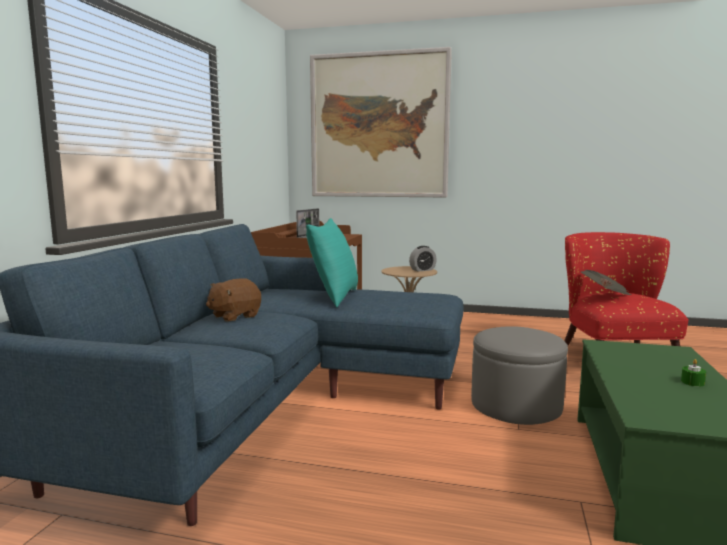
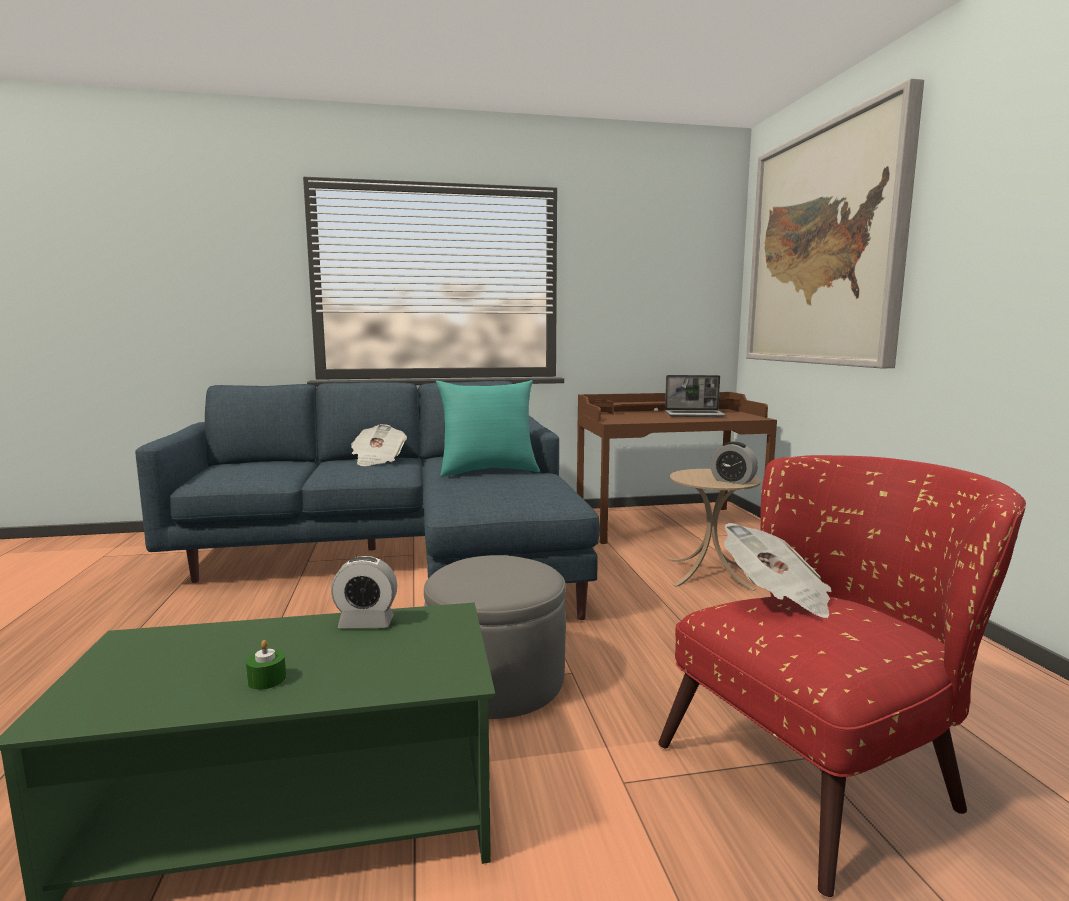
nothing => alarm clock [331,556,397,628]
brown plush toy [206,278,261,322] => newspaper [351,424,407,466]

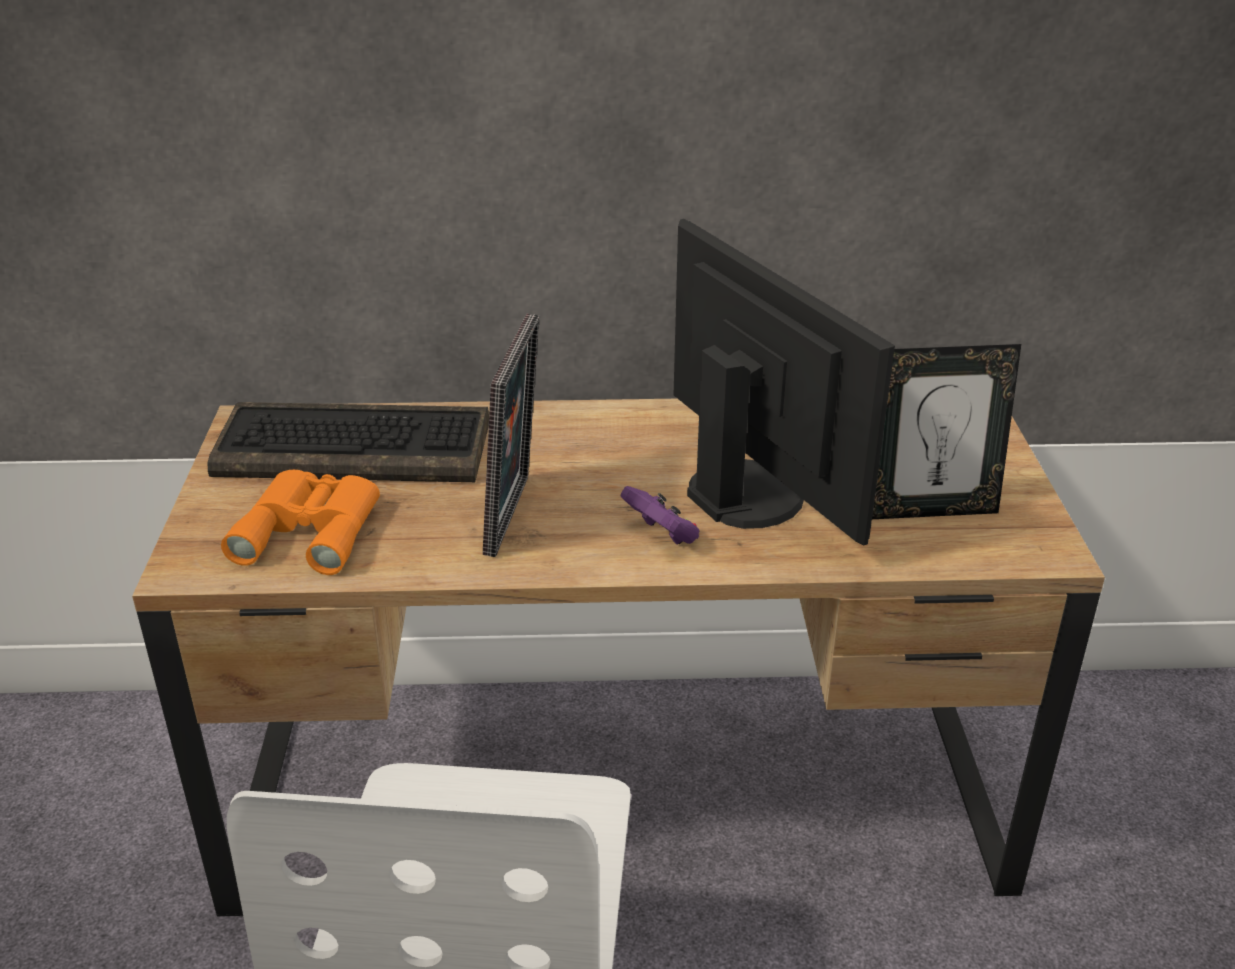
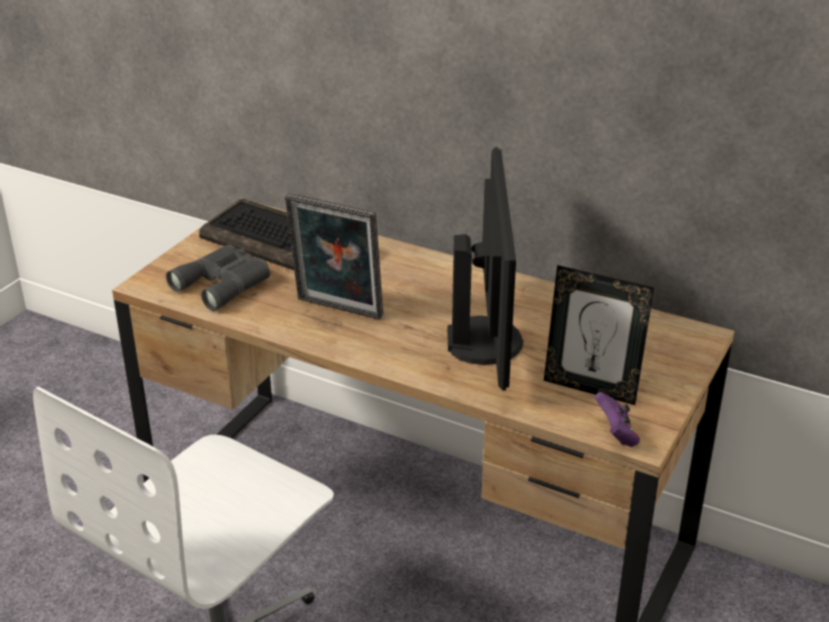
purple game controller [621,486,699,545] => purple game controller [594,392,640,447], moved
orange binoculars [221,470,380,575] => grey binoculars [166,245,270,311]
picture frame [483,314,539,557] => picture frame [285,193,383,320], 75 degrees clockwise

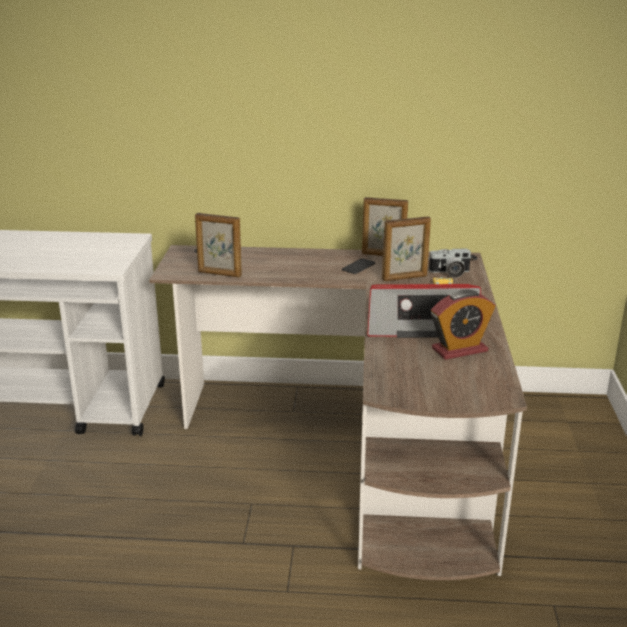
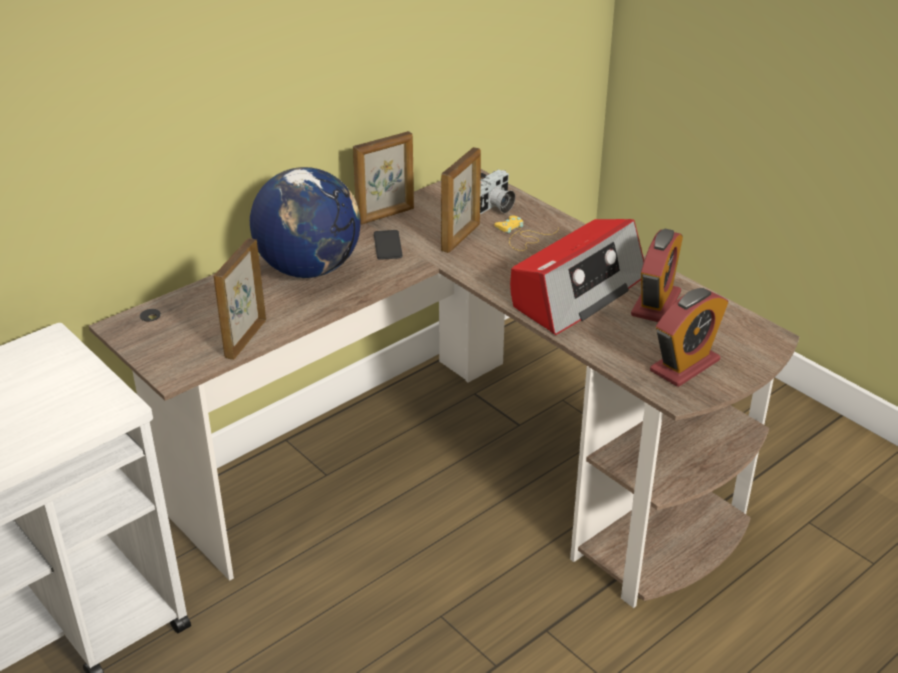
nothing => globe [250,167,361,278]
nothing => alarm clock [650,288,728,387]
picture frame [195,213,242,278] => picture frame [214,238,266,360], 135 degrees clockwise

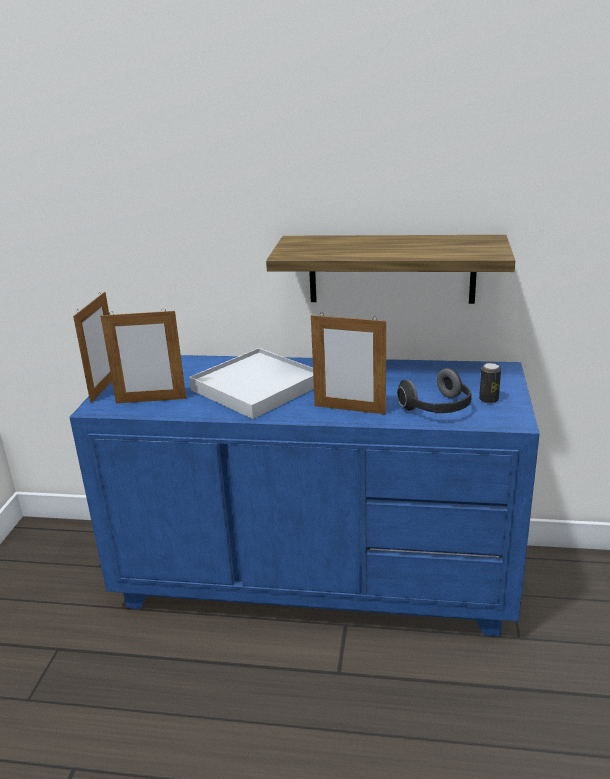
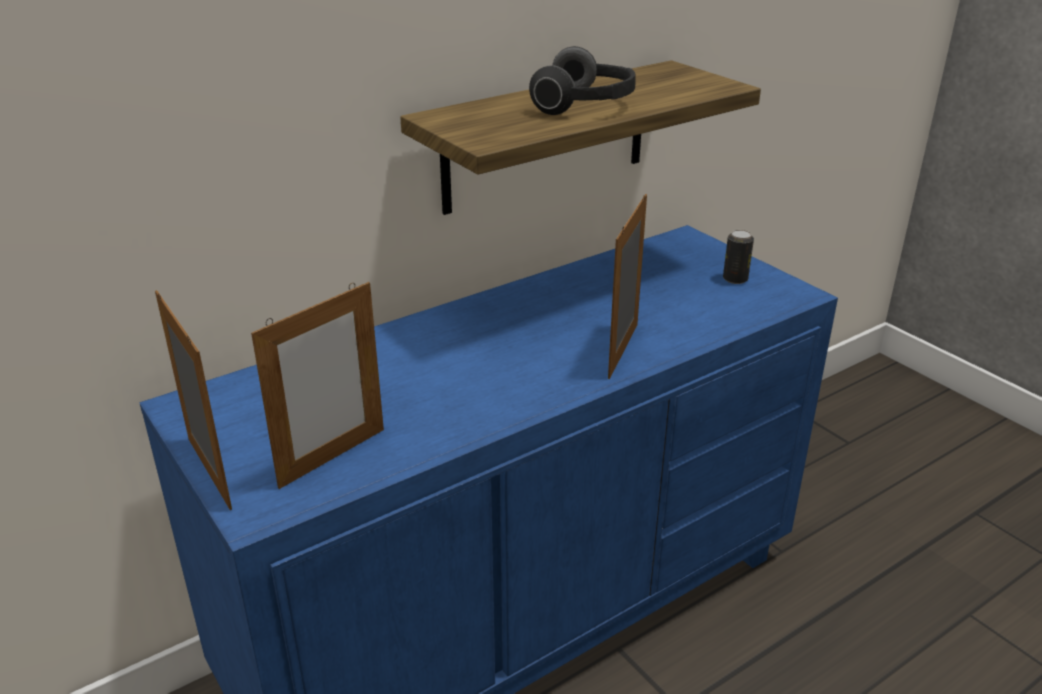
white tray [189,348,314,419] => nothing
headphones [397,368,471,413] => headphones [529,46,635,115], moved
picture frame [311,312,386,415] => picture frame [608,194,647,379], 135 degrees clockwise

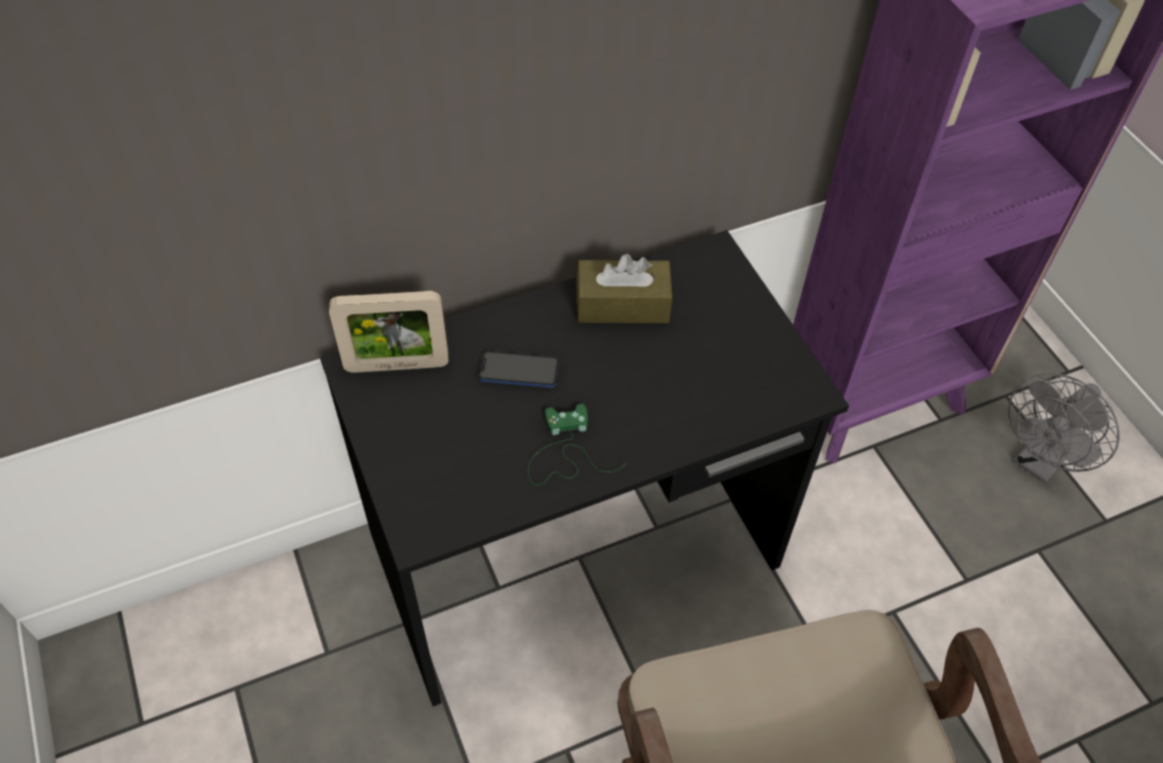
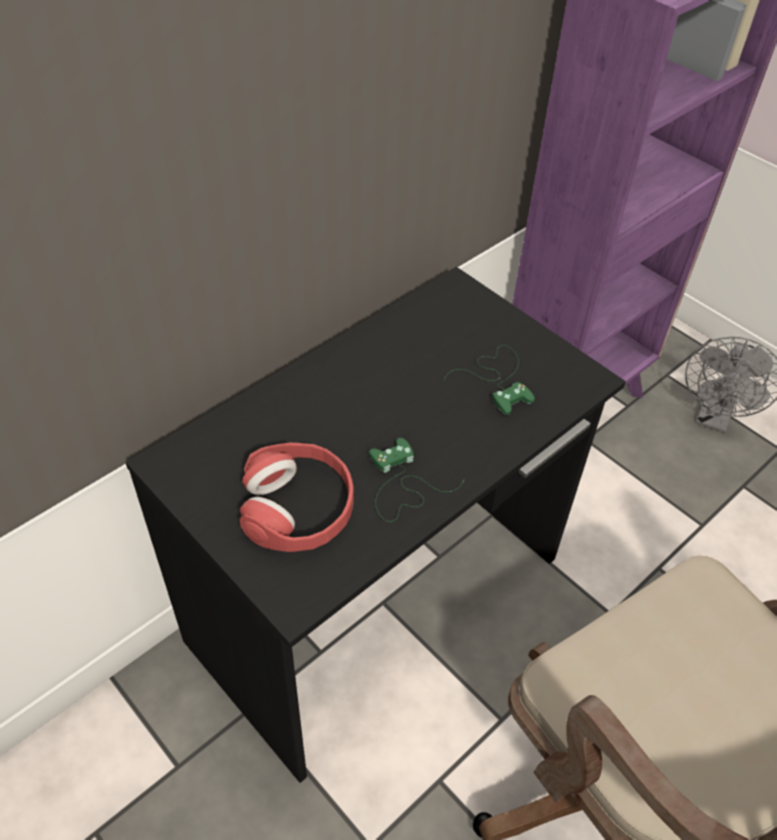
picture frame [329,291,448,373] => nothing
phone [478,351,559,388] => nothing
brown tissue box [576,254,672,323] => nothing
nothing => red headphones [240,443,354,552]
nothing => green game controller [444,345,535,415]

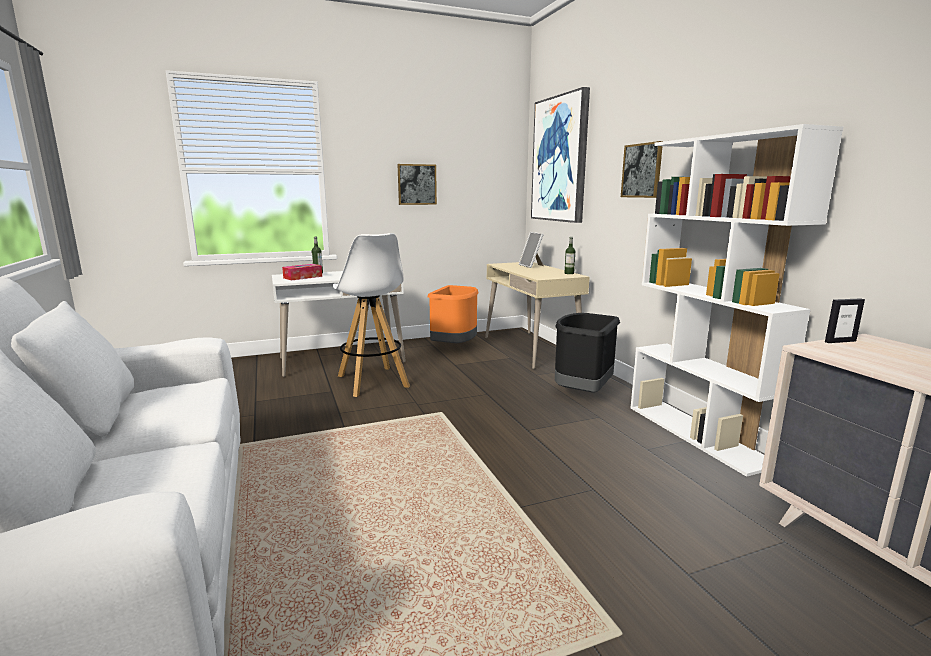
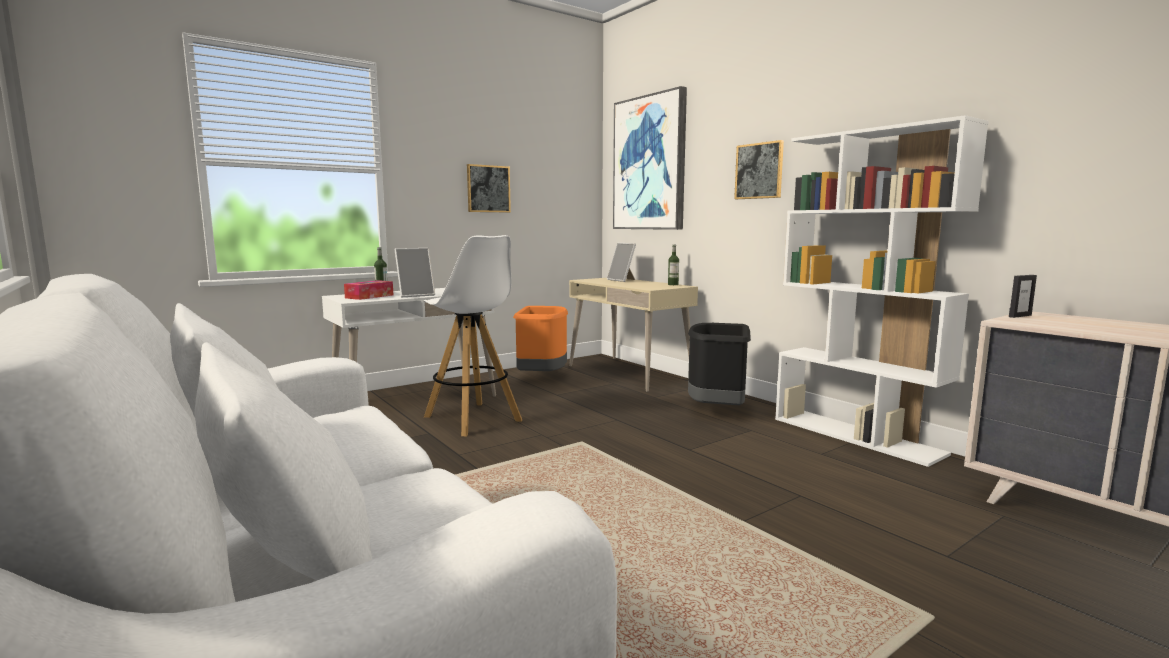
nothing => picture frame [394,248,435,297]

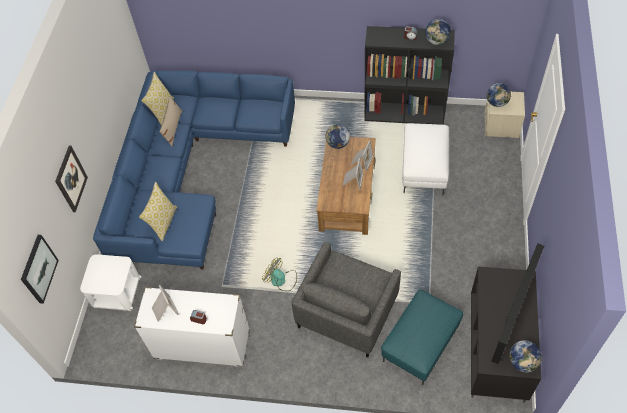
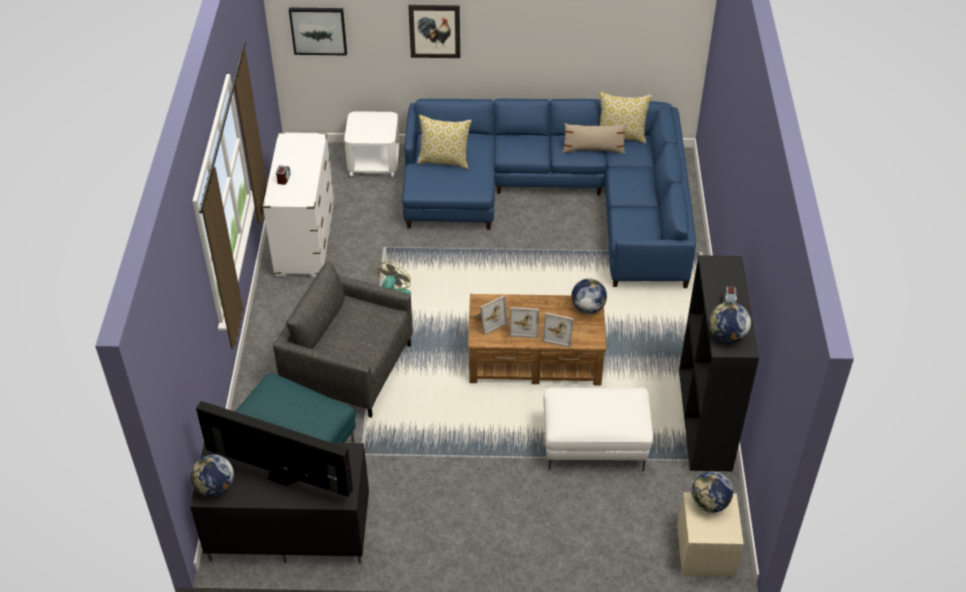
picture frame [152,285,179,322] => picture frame [473,295,508,335], moved

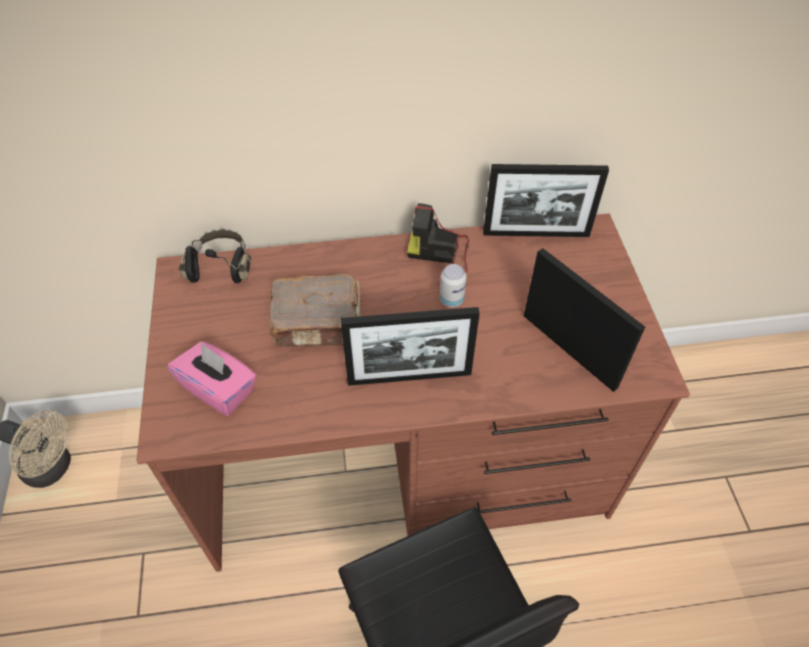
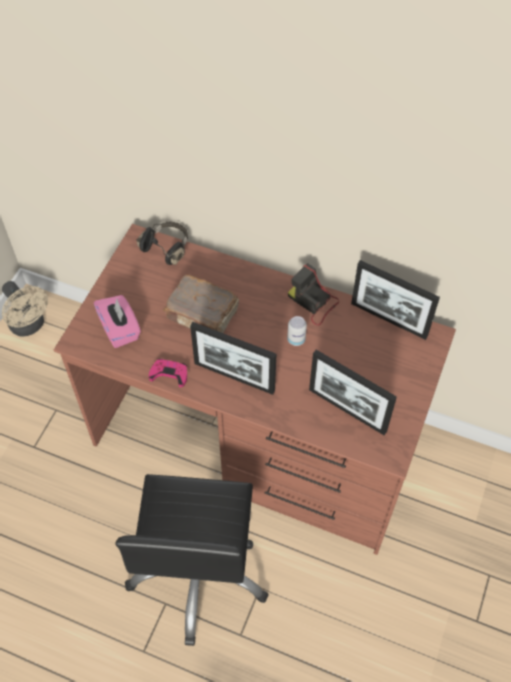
nothing => pink game controller [149,359,187,387]
picture frame [524,248,645,392] => picture frame [309,350,397,435], 135 degrees clockwise

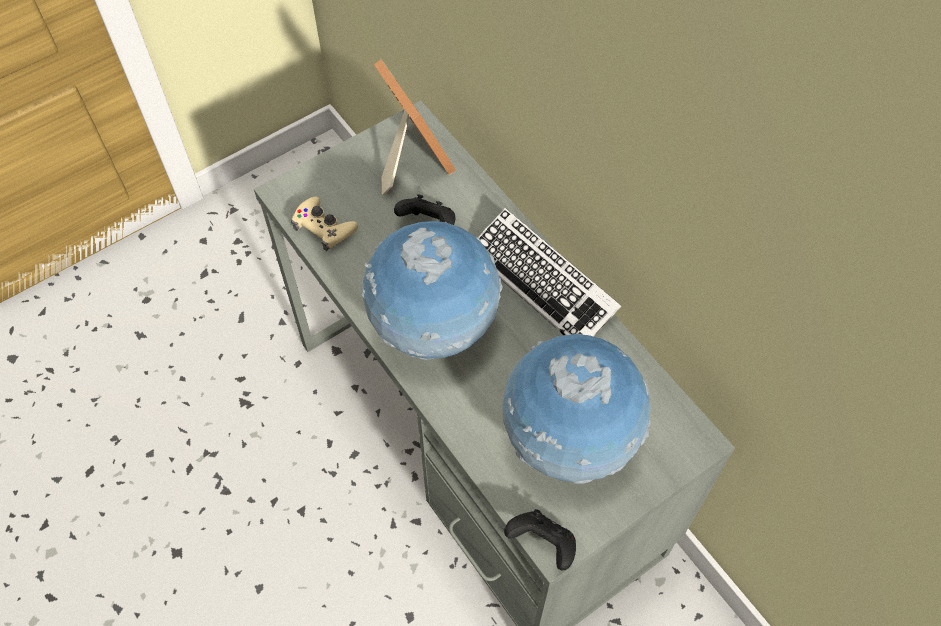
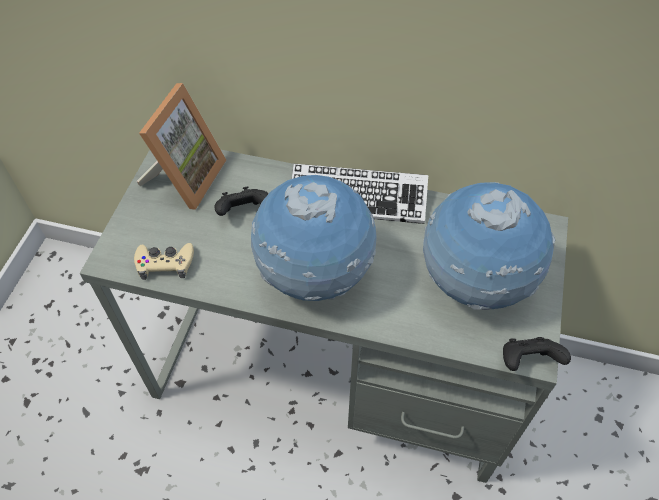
picture frame [374,59,456,195] => picture frame [137,83,227,210], 90 degrees clockwise

